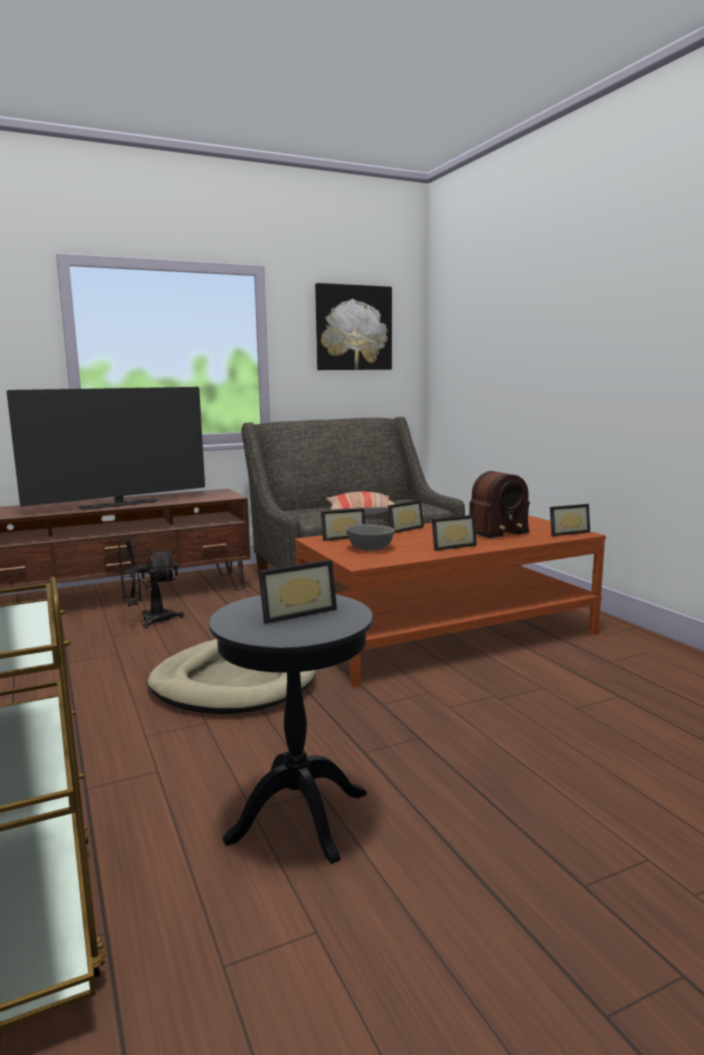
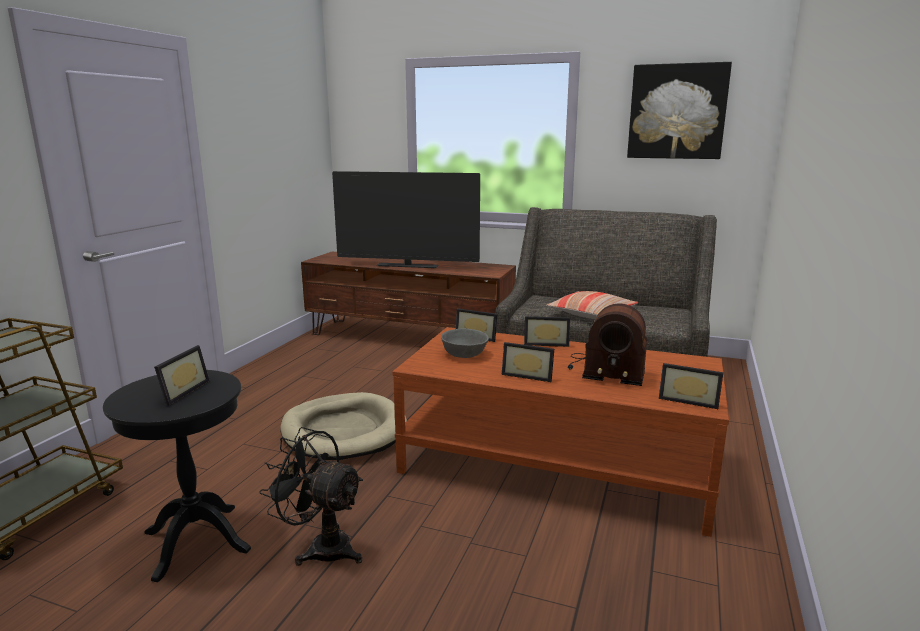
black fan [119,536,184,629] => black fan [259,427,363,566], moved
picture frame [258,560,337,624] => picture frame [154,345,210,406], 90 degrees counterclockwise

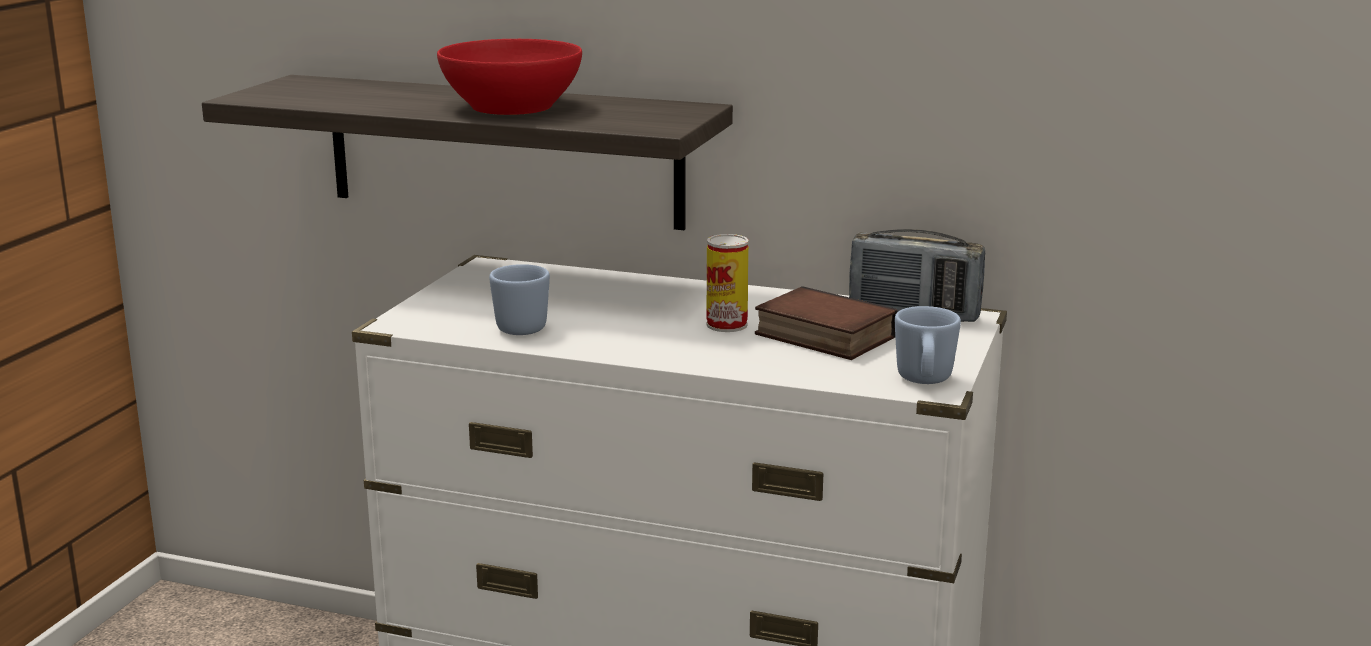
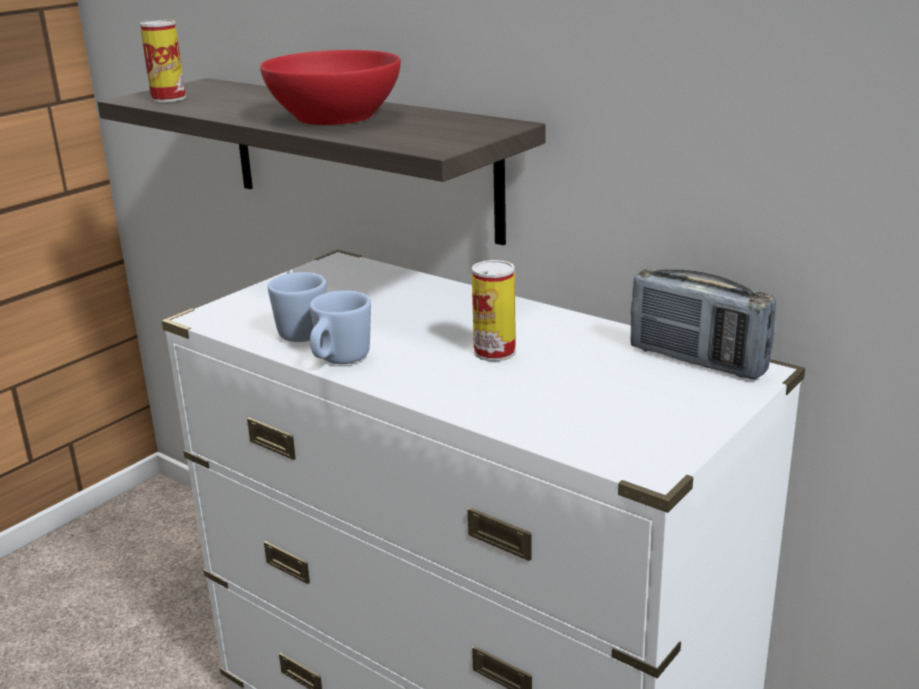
book [755,286,898,360] => nothing
nothing => can [140,20,186,102]
blue mug [895,306,961,384] => blue mug [310,291,371,364], moved

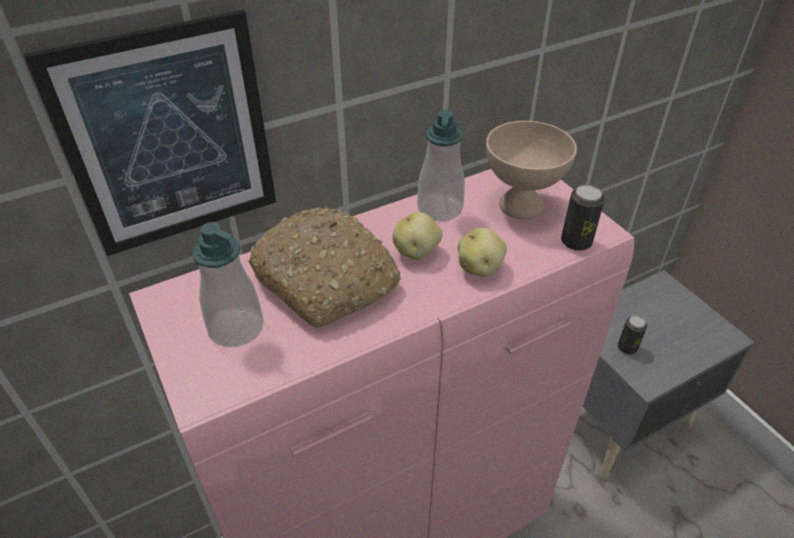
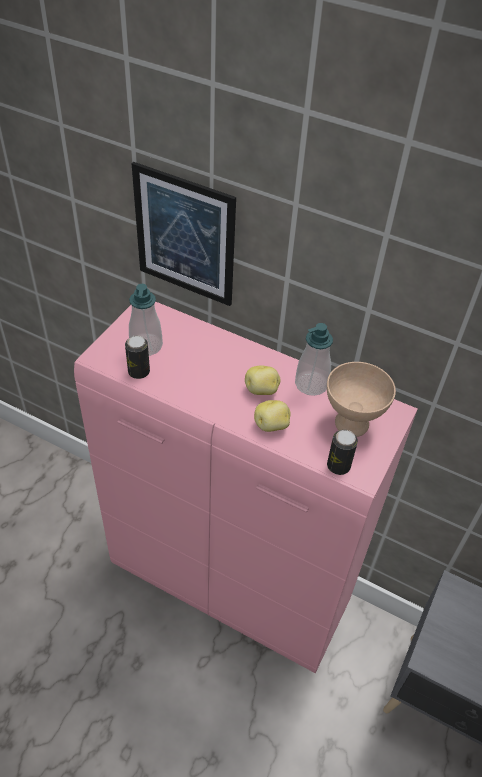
bread [248,207,401,328] => nothing
can [618,316,647,354] => can [125,335,150,379], moved

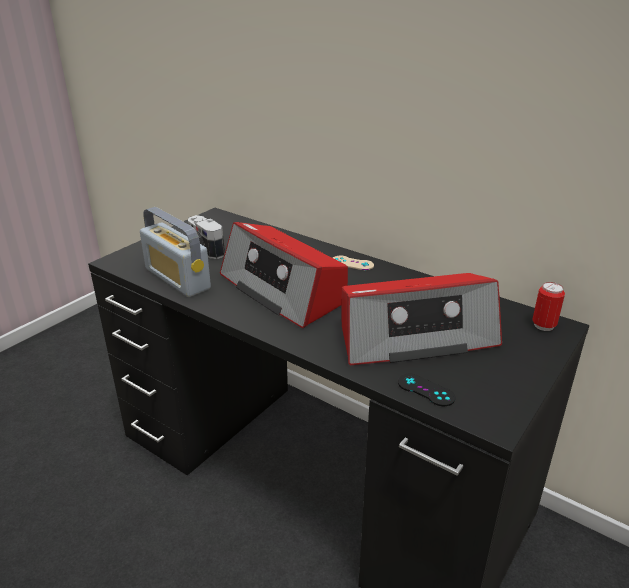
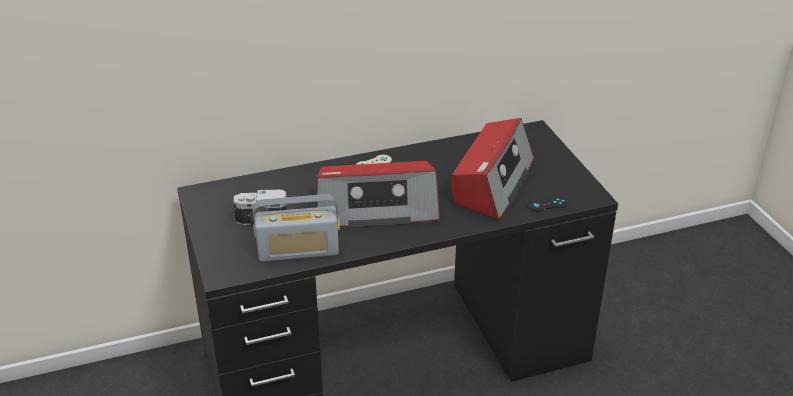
can [532,282,565,331] => nothing

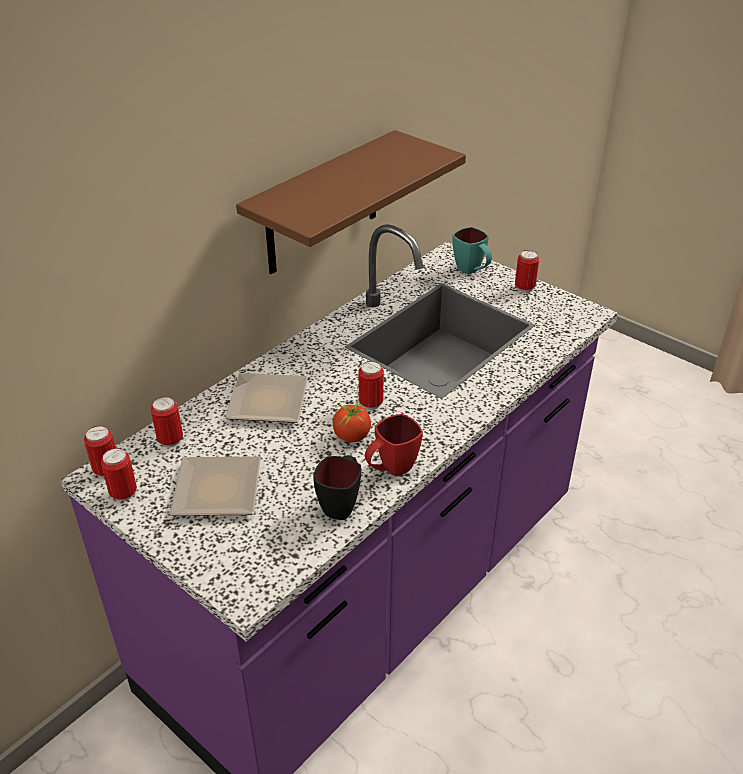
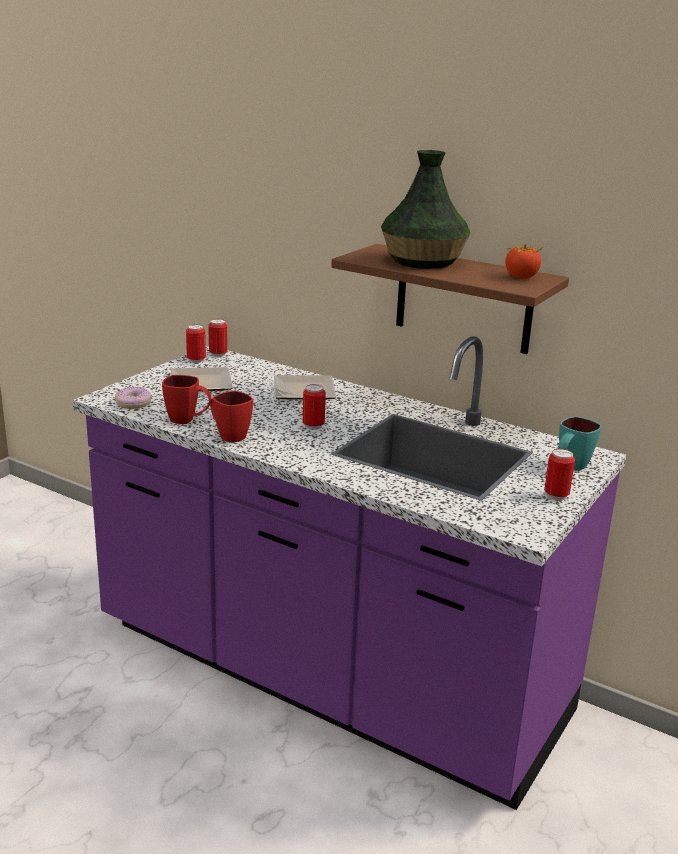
can [151,397,183,447] => nothing
nothing => donut [115,387,152,409]
nothing => vase [381,150,471,269]
tomato [333,396,371,442] => tomato [505,244,543,279], moved
black mug [313,455,361,520] => red mug [162,375,212,424]

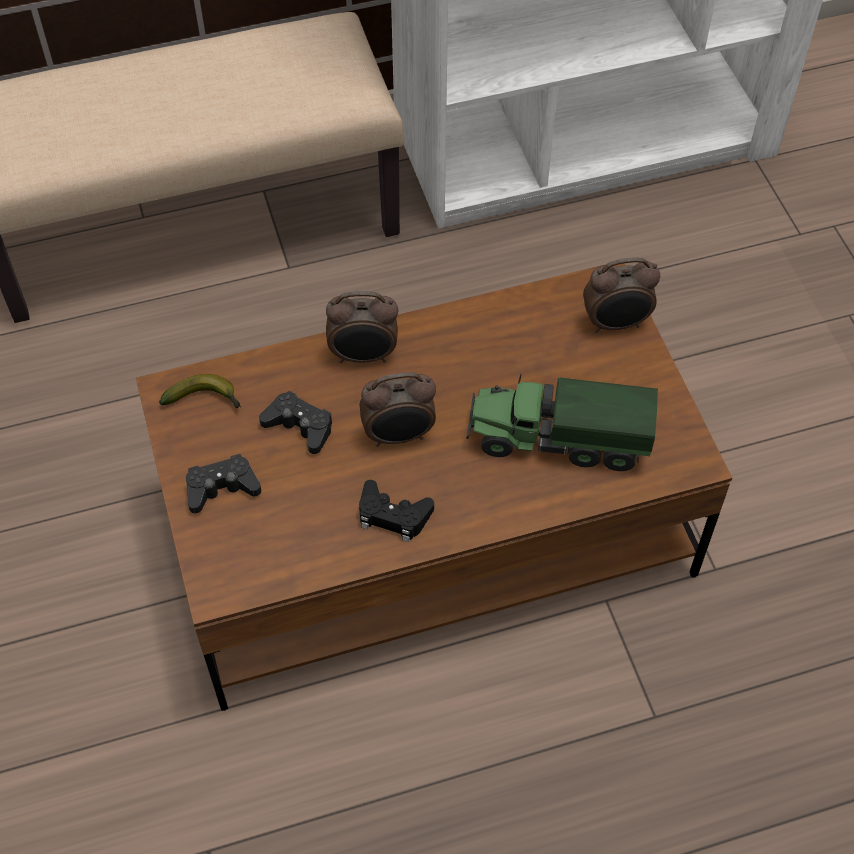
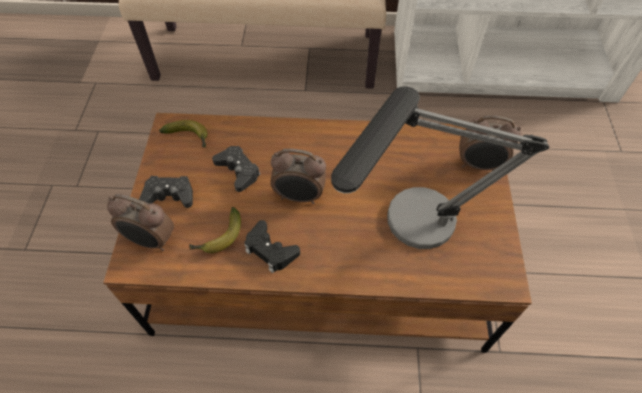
nothing => banana [189,207,241,253]
alarm clock [326,291,398,363] => alarm clock [107,194,174,251], moved
toy truck [466,373,658,471] => table lamp [331,87,549,249]

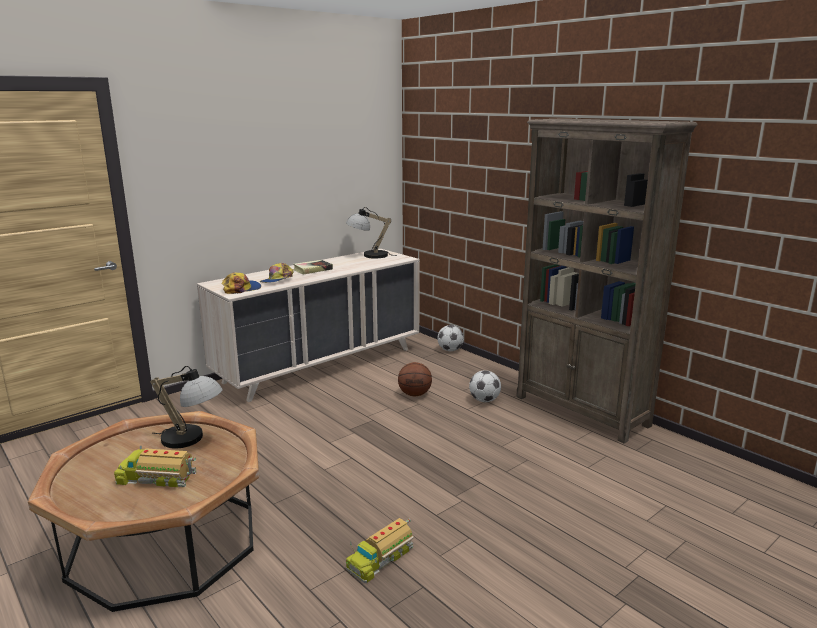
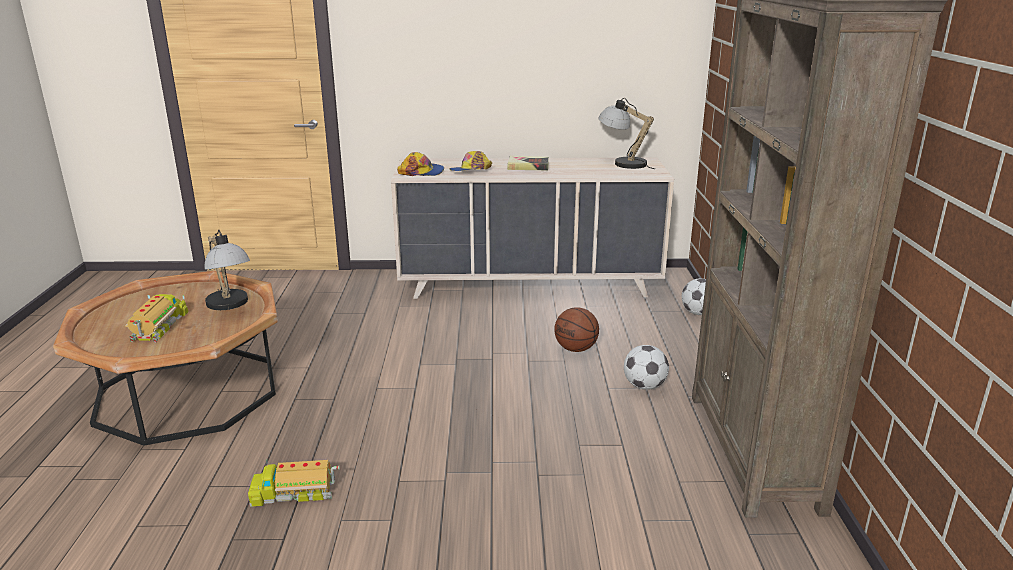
toy truck [114,446,196,487] => toy truck [125,294,189,343], 45 degrees clockwise

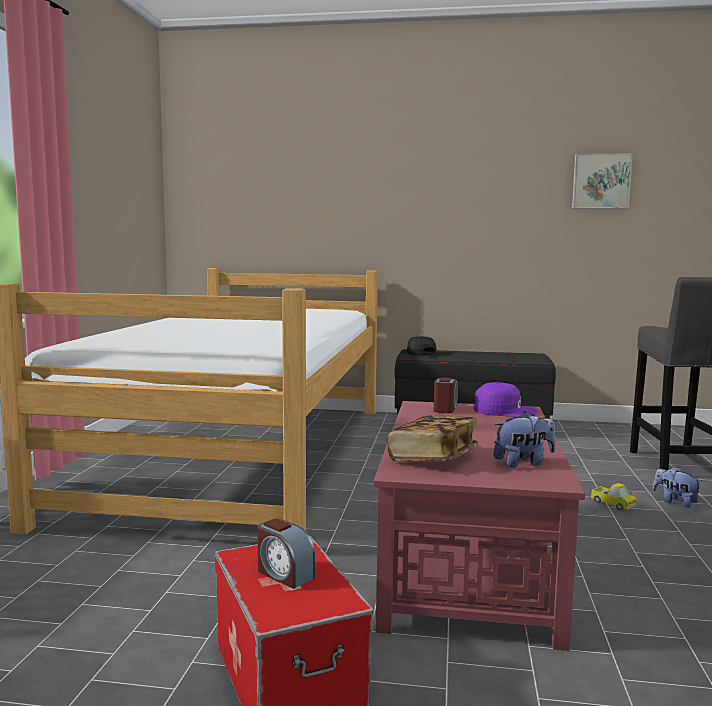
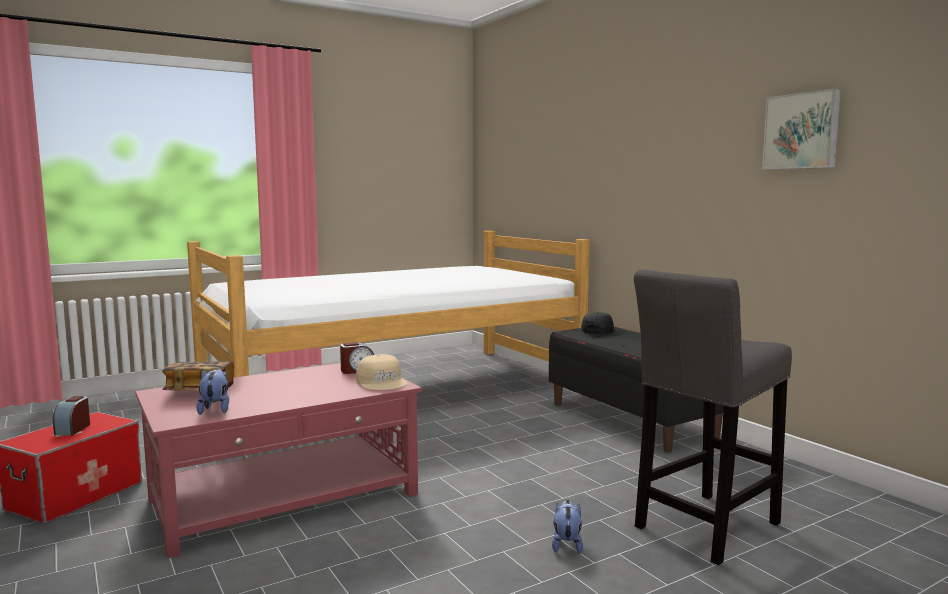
toy truck [590,483,637,510] => nothing
purple cap [474,382,538,417] => beige cap [356,354,408,390]
plush toy [493,411,556,468] => plush toy [196,368,229,415], 135 degrees counterclockwise

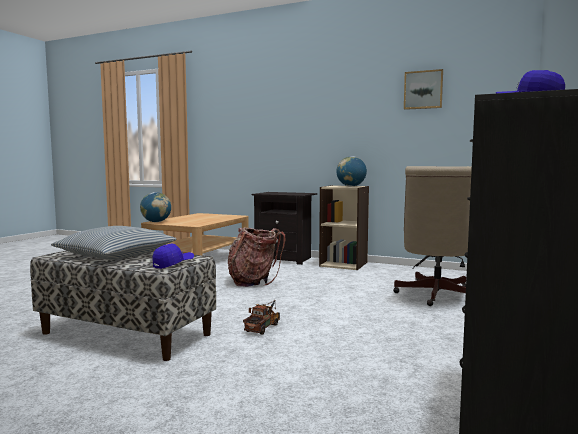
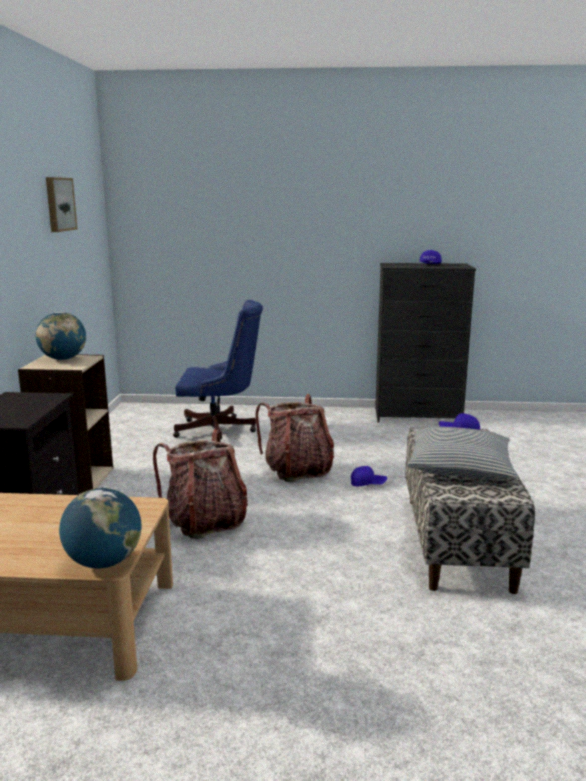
nothing => backpack [255,394,334,482]
toy truck [243,300,280,335] => blue cap [351,466,387,486]
beige office chair [393,166,472,306] => blue office chair [173,300,263,442]

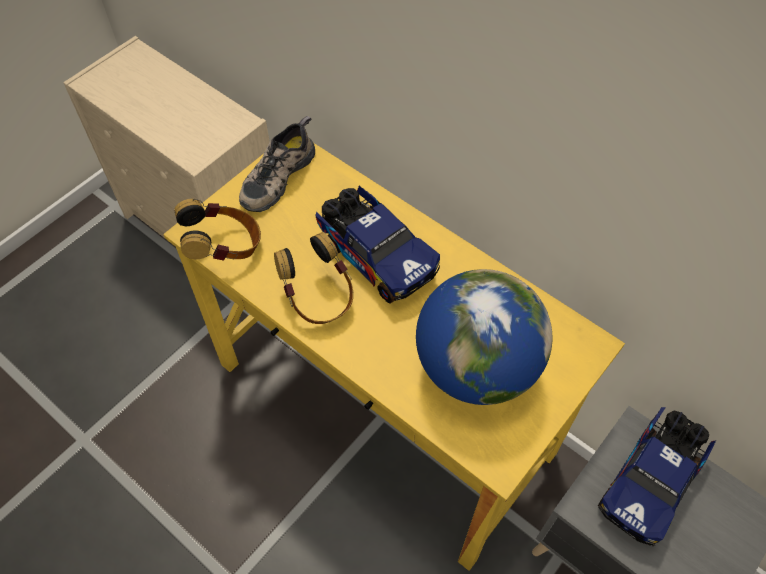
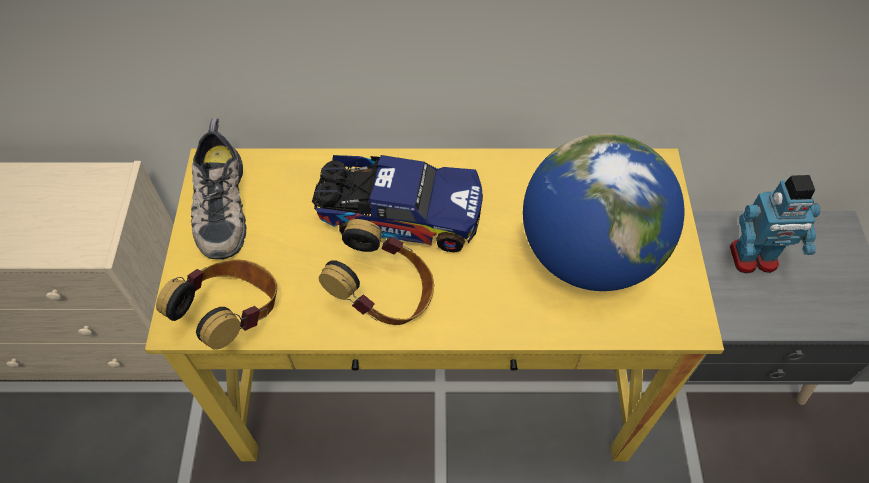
toy truck [598,407,716,546] => toy robot [730,175,820,273]

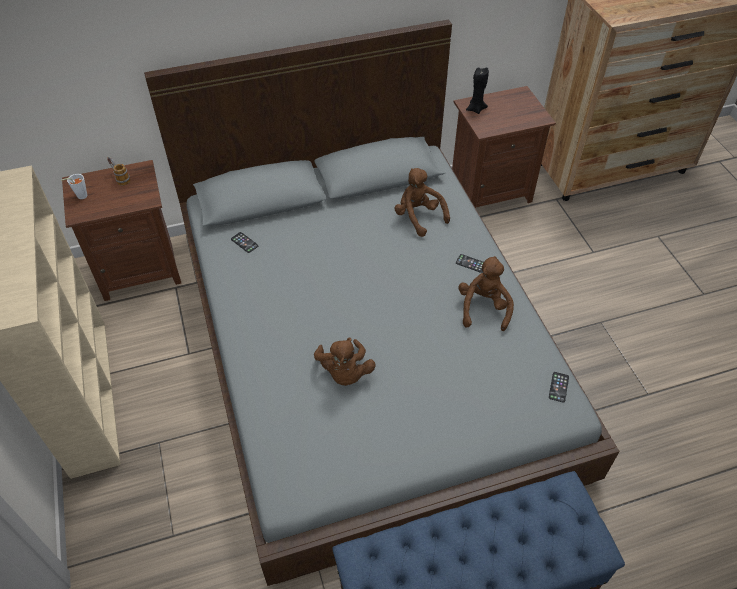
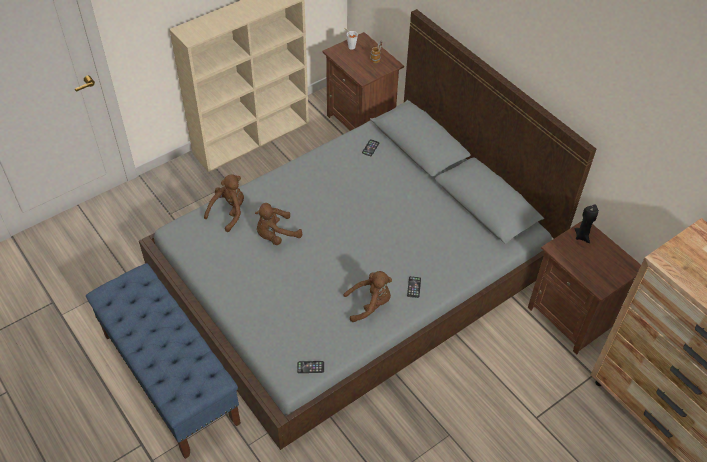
brown plush toy [395,168,450,237] => brown plush toy [204,174,244,232], moved

